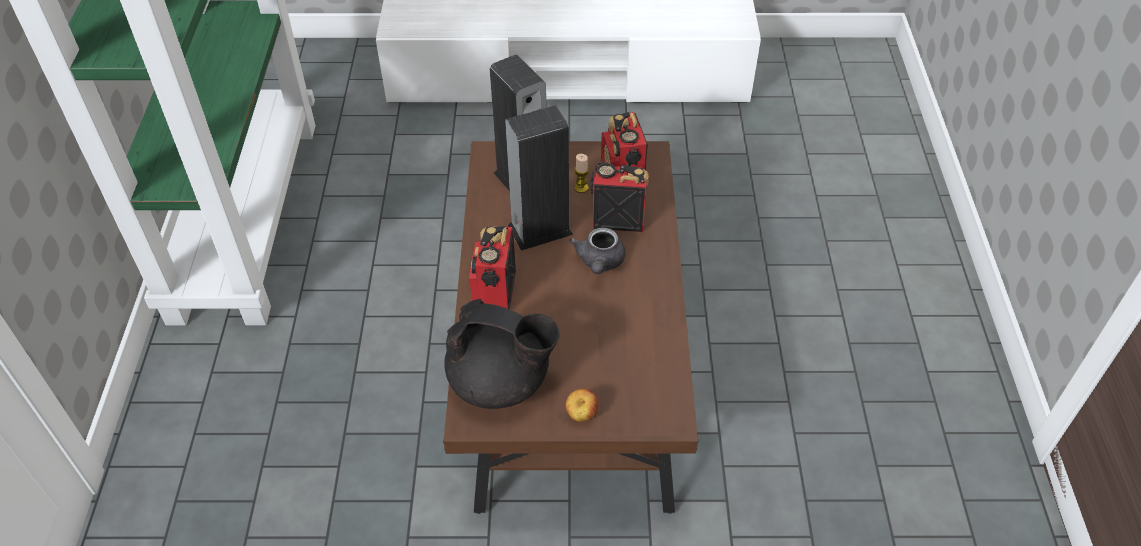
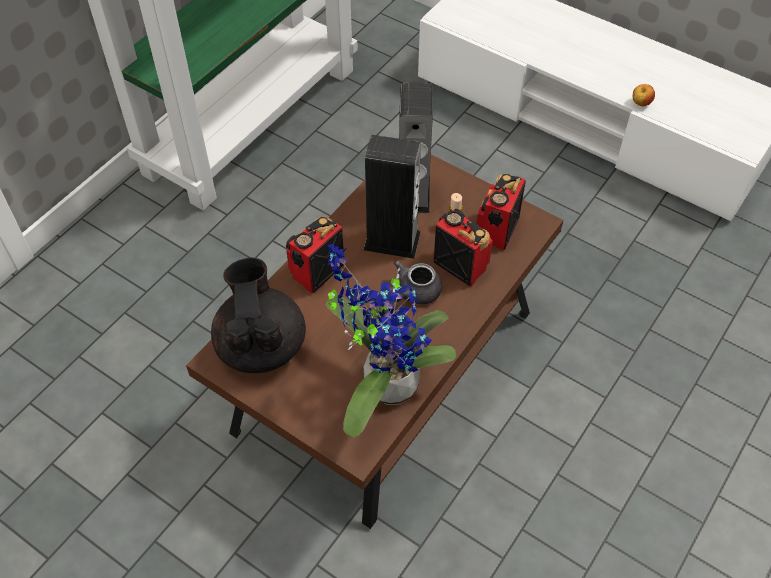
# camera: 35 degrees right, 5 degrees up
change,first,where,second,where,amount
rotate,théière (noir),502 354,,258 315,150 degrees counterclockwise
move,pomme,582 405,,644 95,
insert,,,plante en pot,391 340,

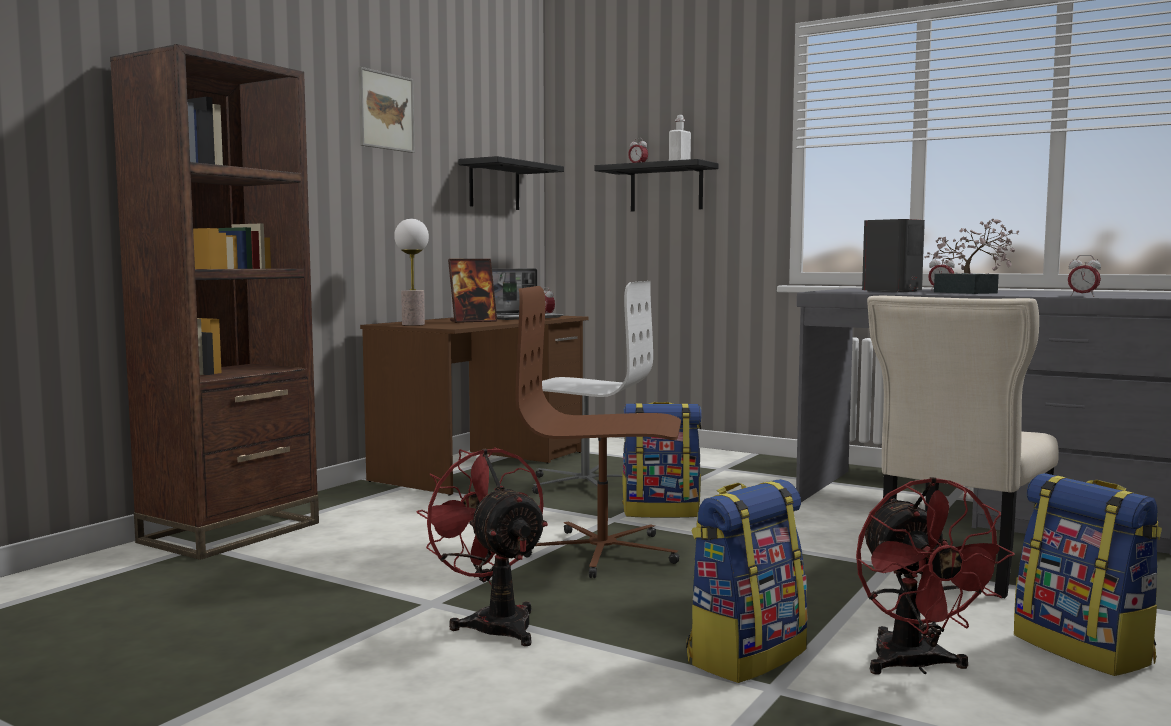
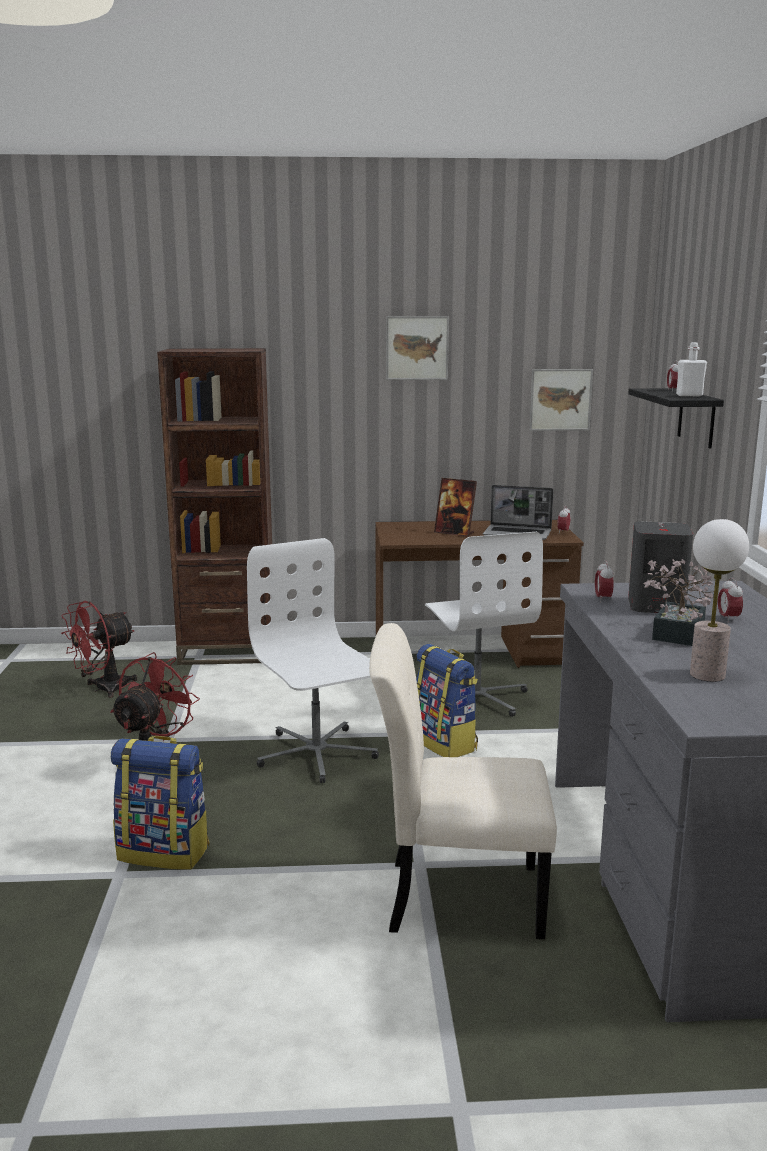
# camera: 55 degrees right, 10 degrees up
change,first,where,second,where,amount
move,lampe de table,411 272,,719 600,
replace,étagère (noir),511 183,tableau,561 400,
recolor,chaise de bureau (marron),598 432,chaise de bureau (blanc),313 660,
move,ventilateur (rouge),935 576,,99 649,
delete,sac à dos,1088 574,,,
move,réveil,1084 276,,604 581,

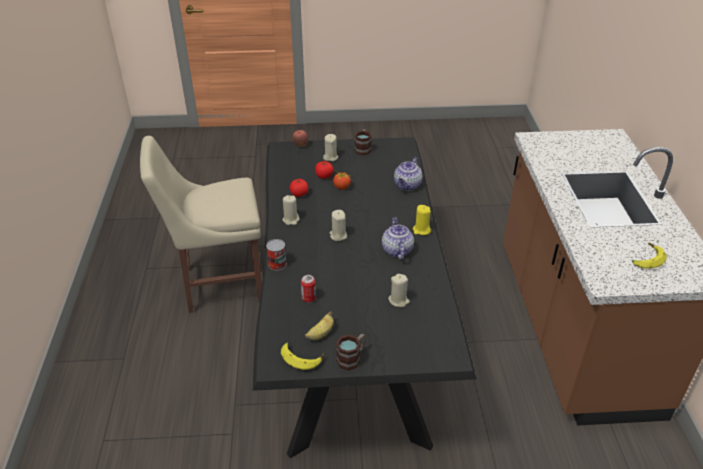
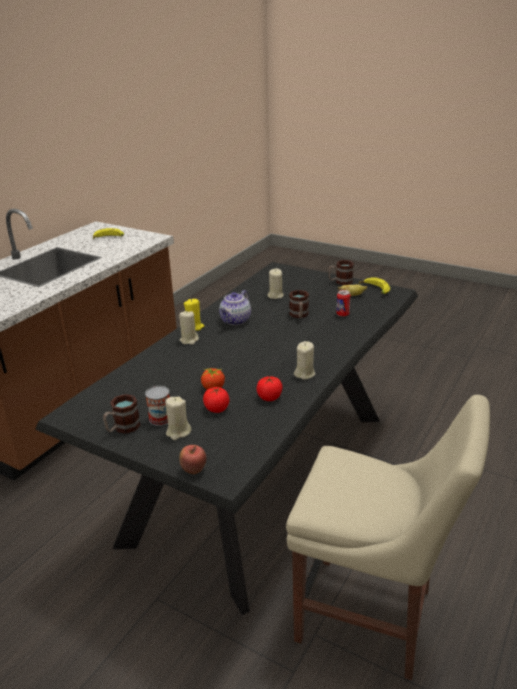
# camera: 145 degrees left, 10 degrees down
change,first,where,second,where,amount
move,boîte métallique,276 255,,157 406,
move,bougie (beige),338 225,,189 328,
delete,théière,408 174,,,
insert,,,mug,299 304,

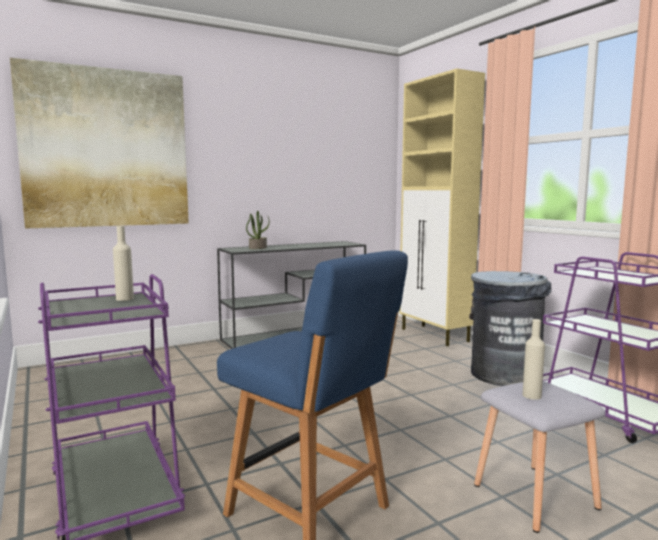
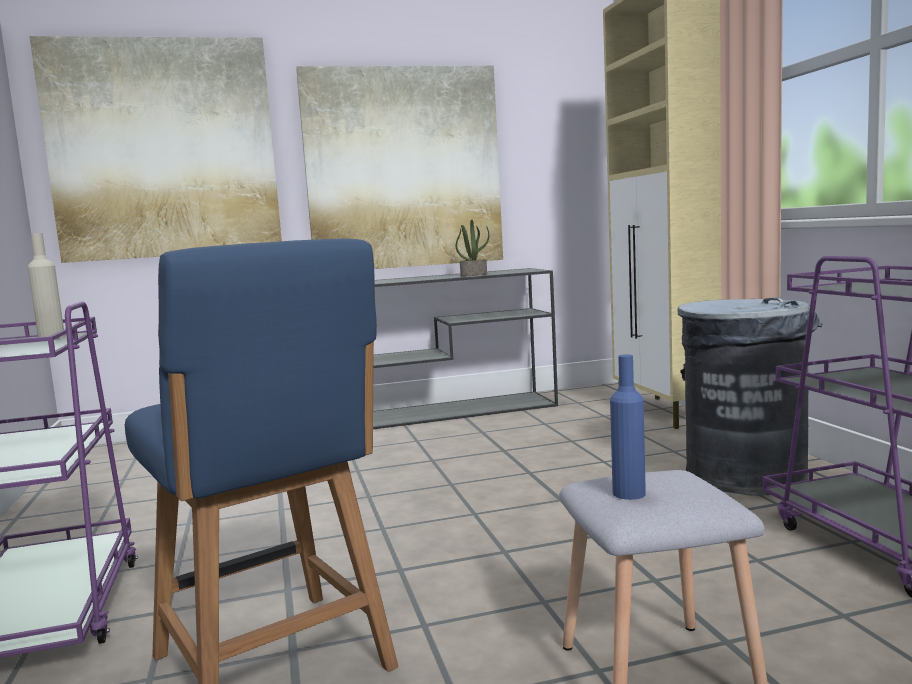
# camera: 15 degrees right, 0 degrees up
change,first,where,second,where,amount
move,plante en pot,258 230,,473 248,
recolor,bouteille (beige),533 359,bouteille (bleu),628 427,
insert,,,tableau,399 167,

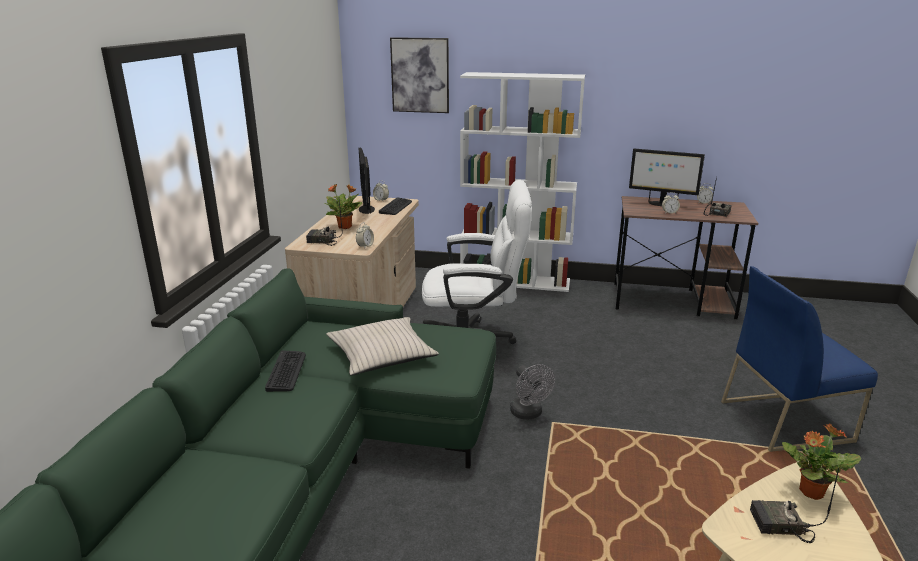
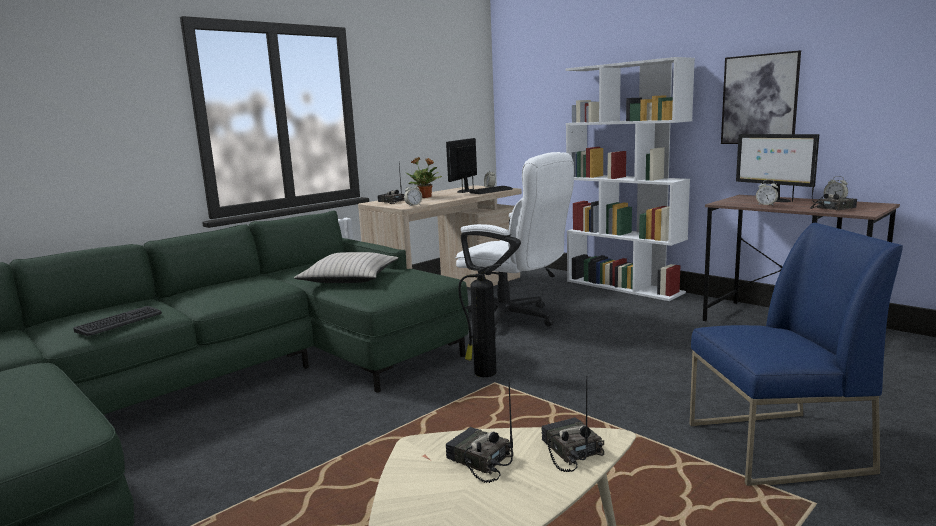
# camera: 35 degrees right, 10 degrees down
change,first,where,second,where,amount
move,clavier,285 371,,117 321,
move,tableau,419 75,,761 97,
replace,ventilateur (gris),532 392,extincteur,480 320,
rotate,chaise (bleu),799 359,,796 354,150 degrees clockwise
replace,plante en pot,821 461,radio,572 424,

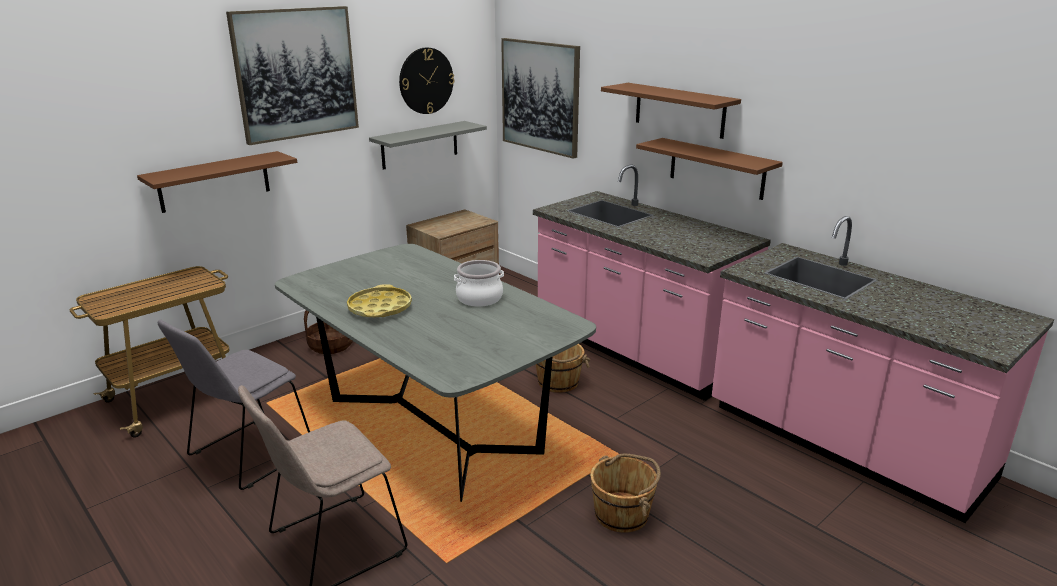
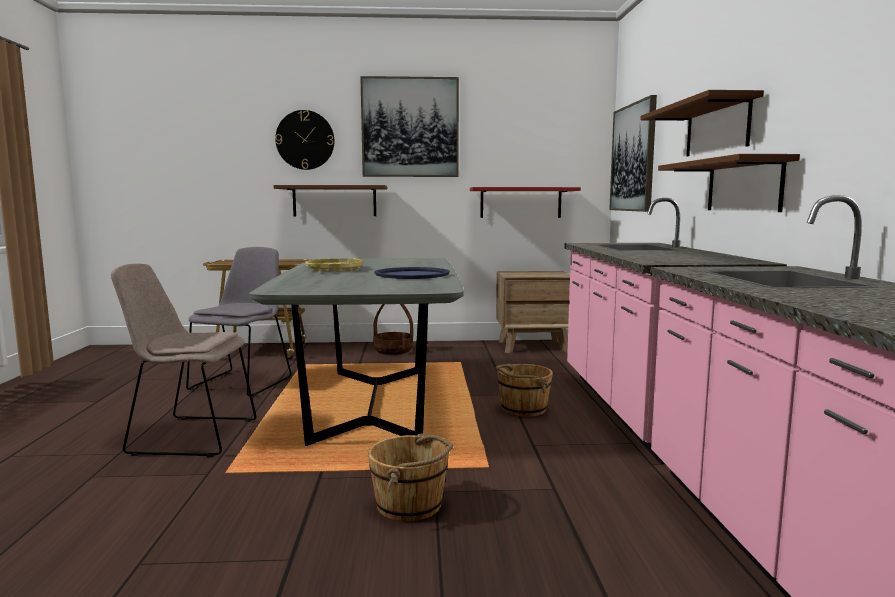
# camera: 40 degrees right, 15 degrees down
change,first,where,second,where,amount
rotate,chaise (gris),234 405,,238 322,120 degrees clockwise
recolor,étagère (gris),428 145,étagère (rouge),525 202,
move,horloge murale,426 80,,304 140,
replace,marmite,479 283,plateau (bleu),412 273,

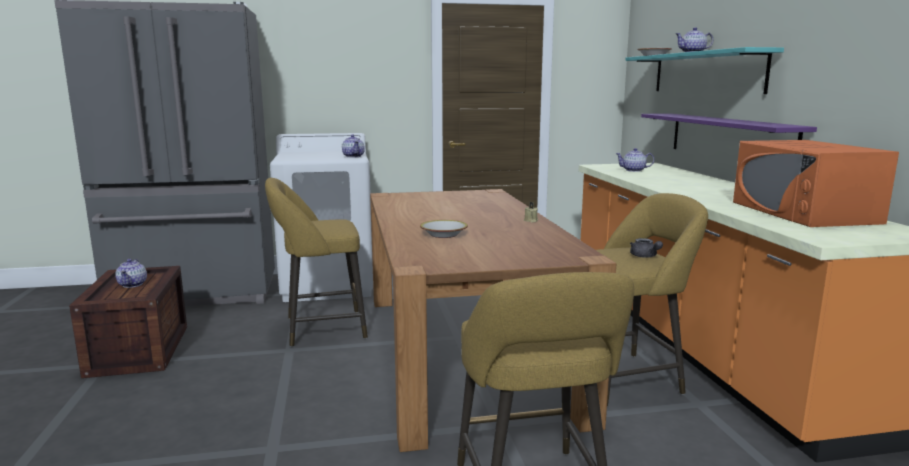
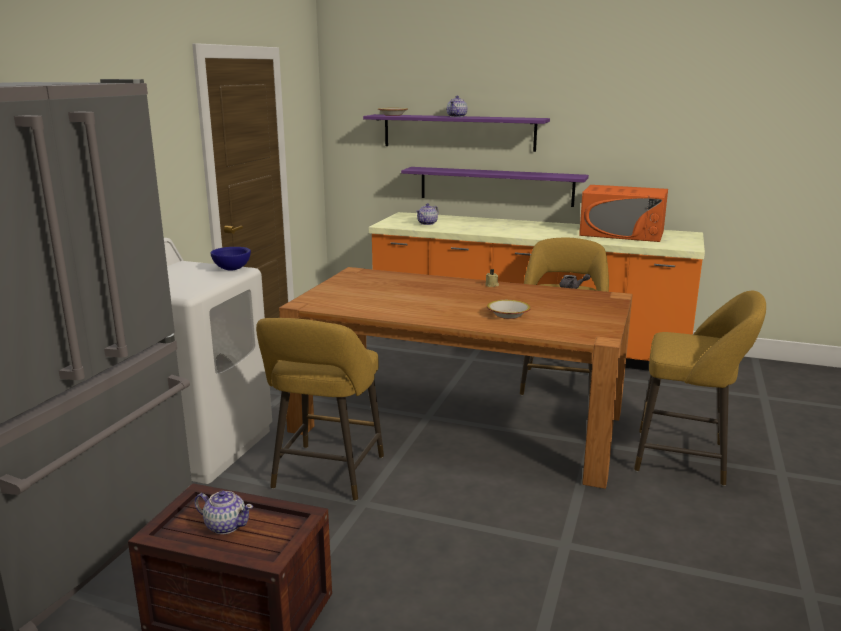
# camera: 60 degrees left, 5 degrees up
change,first,where,second,where,amount
replace,théière,353 145,bol (bleu),230 258,
recolor,étagère (turquoise),704 70,étagère (violet),456 133,

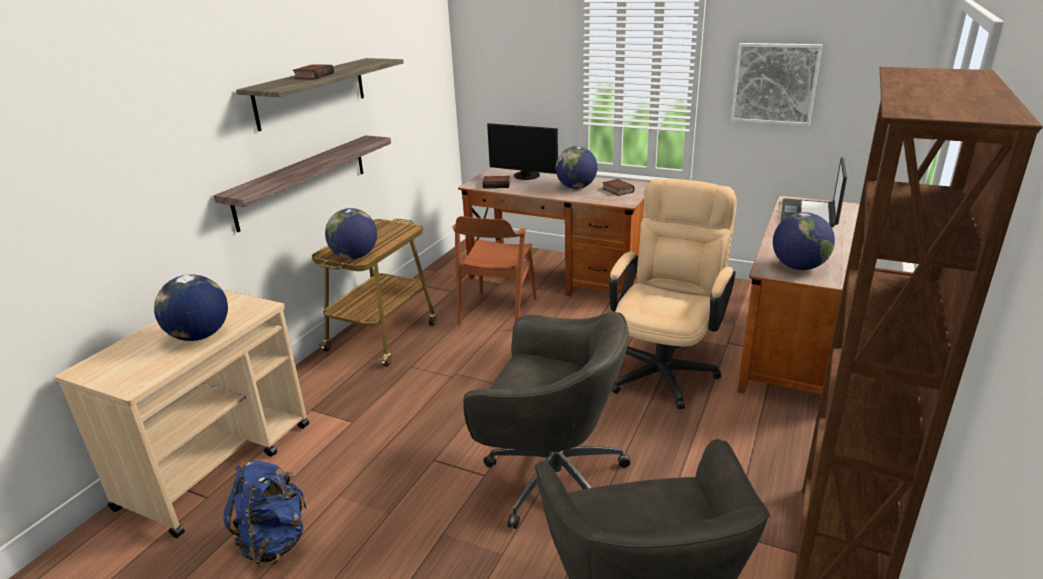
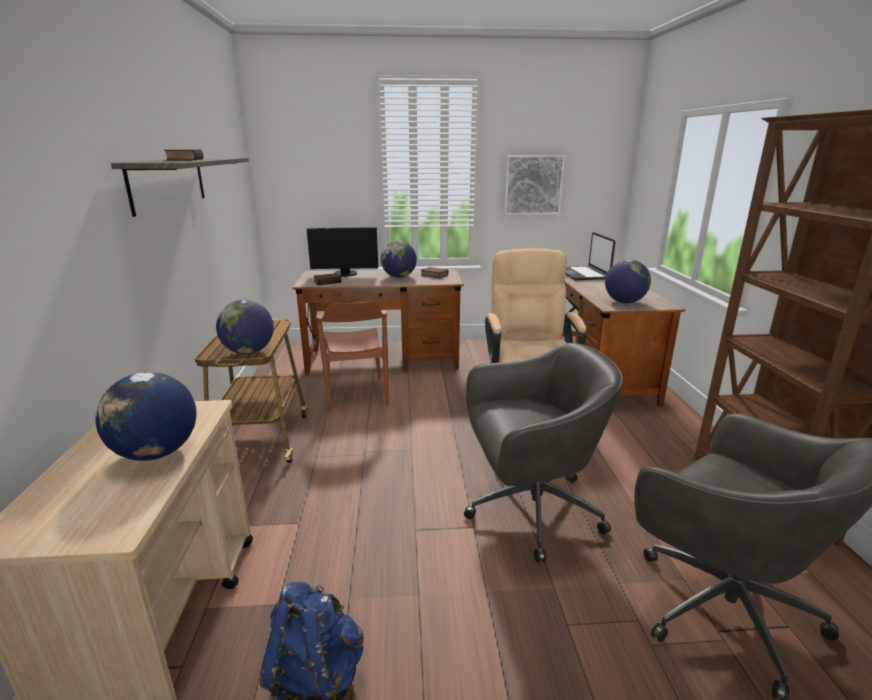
# camera: 30 degrees left, 5 degrees down
change,first,where,second,where,amount
delete,étagère,302 183,,,

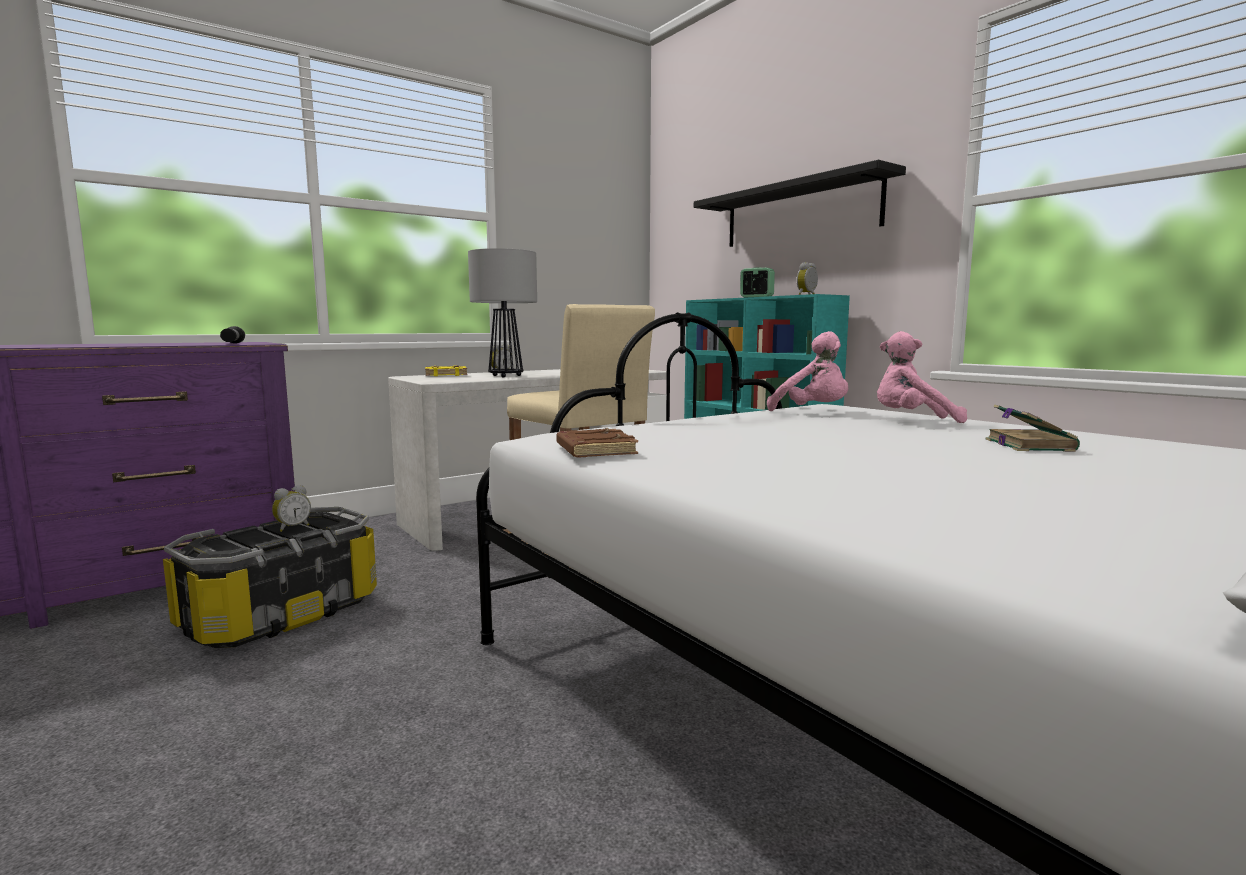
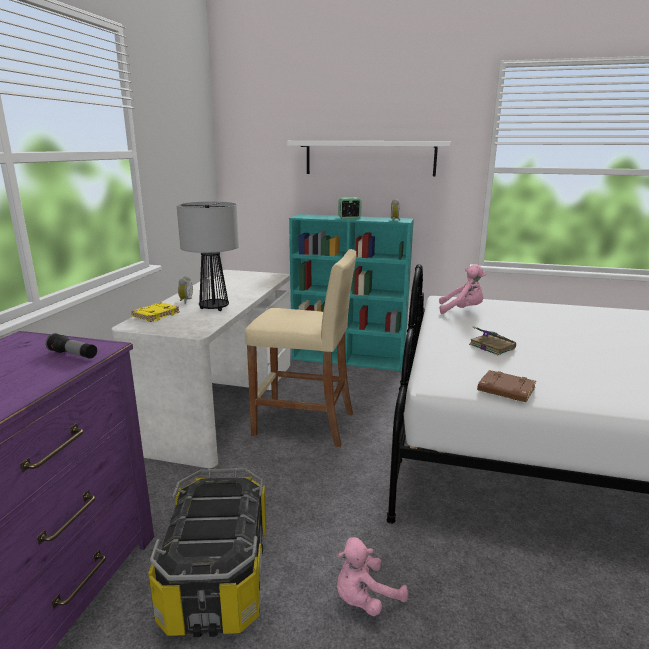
# camera: 40 degrees left, 10 degrees up
change,first,where,second,where,amount
delete,réveil,291 508,,,
recolor,étagère (noir),800 203,étagère (blanc),369 158,
move,peluche (rose),922 377,,372 576,
move,livre,1033 428,,492 340,

